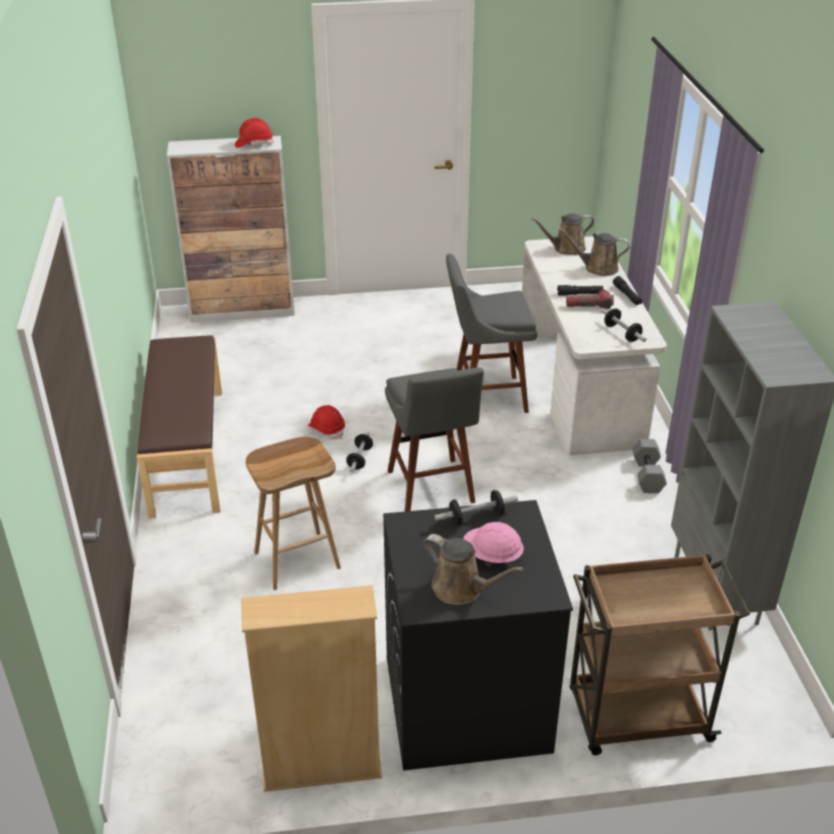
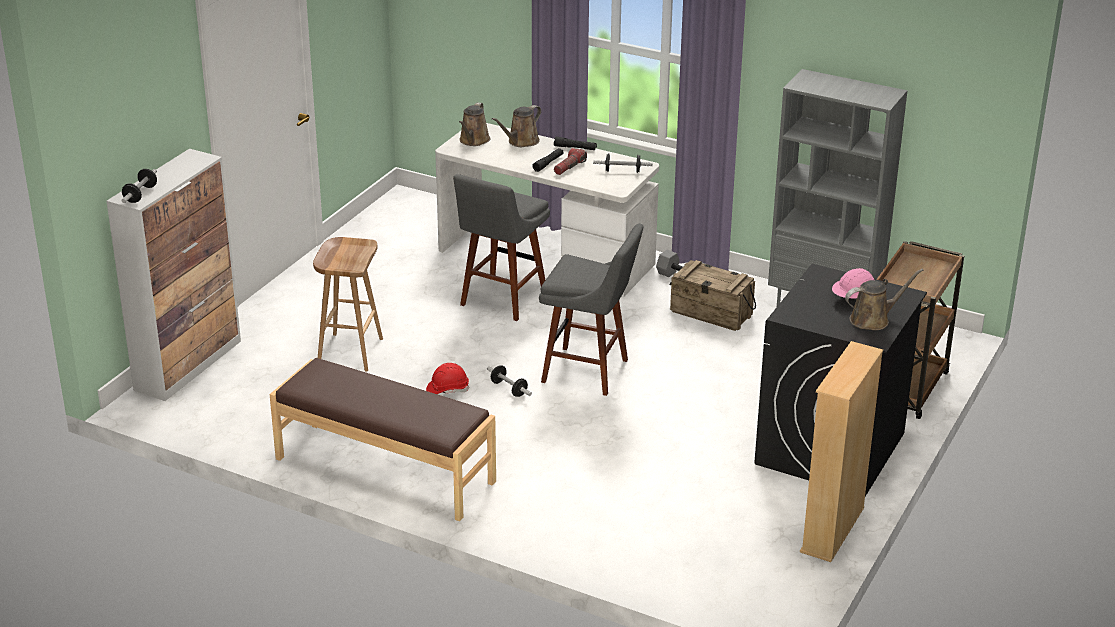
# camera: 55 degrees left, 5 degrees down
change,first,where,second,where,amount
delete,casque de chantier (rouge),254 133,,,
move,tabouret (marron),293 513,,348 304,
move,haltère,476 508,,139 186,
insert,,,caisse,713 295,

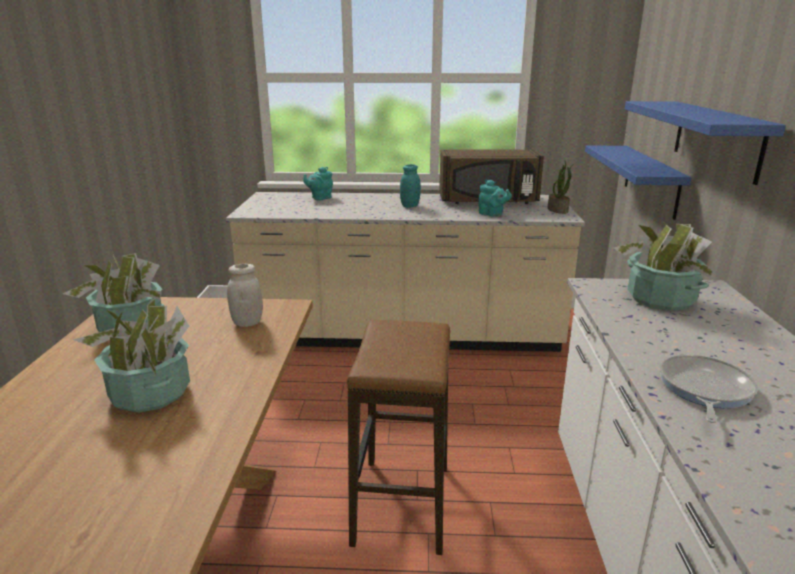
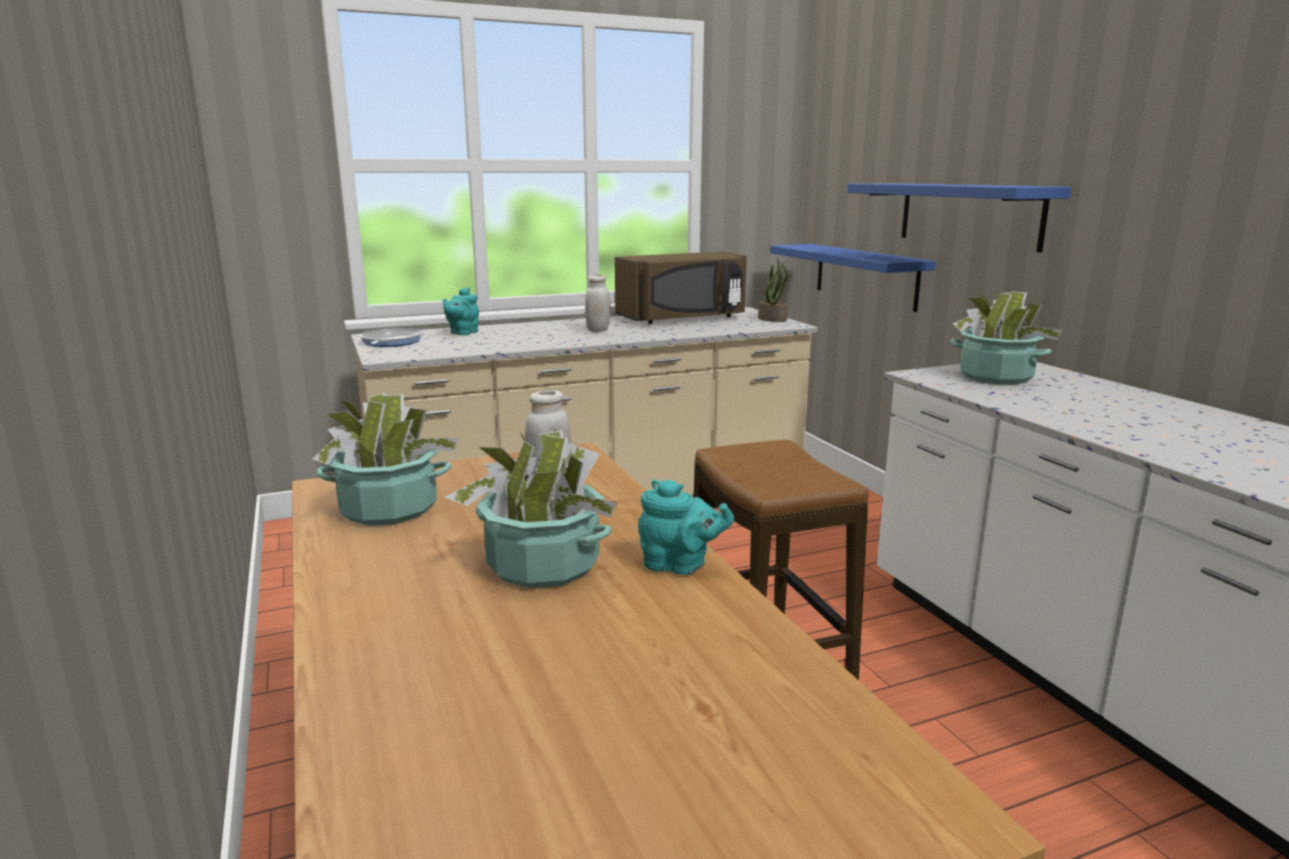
# camera: 25 degrees left, 5 degrees down
change,first,where,second,where,amount
recolor,bocal (turquoise),410 186,bocal (blanc),598 303,
move,théière (turquoise),495 197,,686 527,
move,poêle,708 388,,391 337,

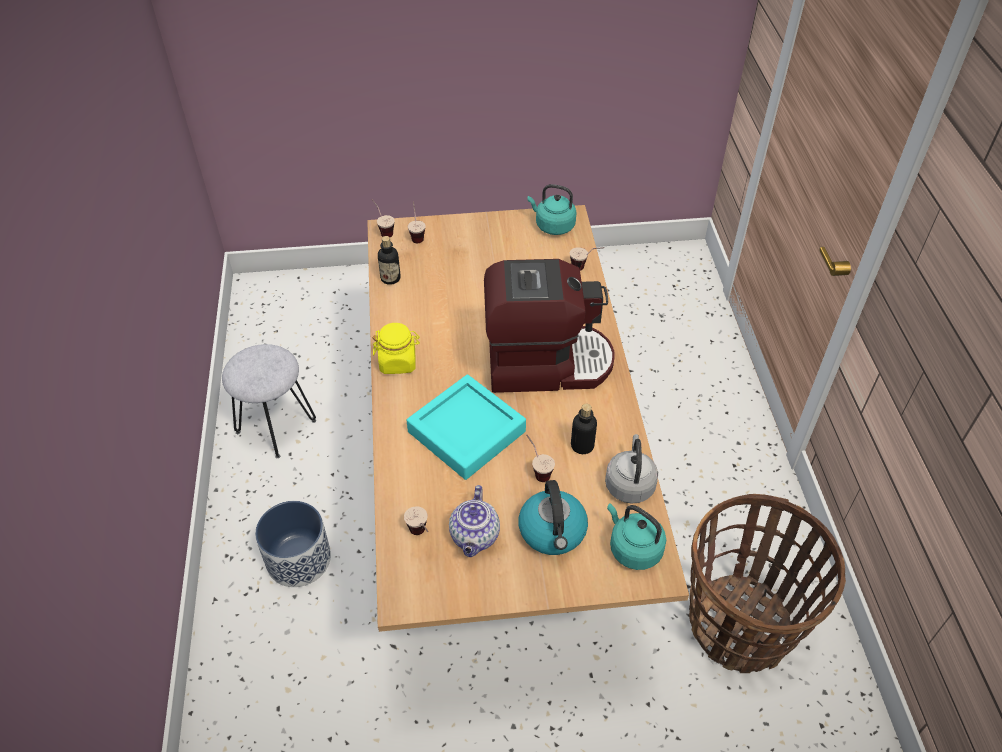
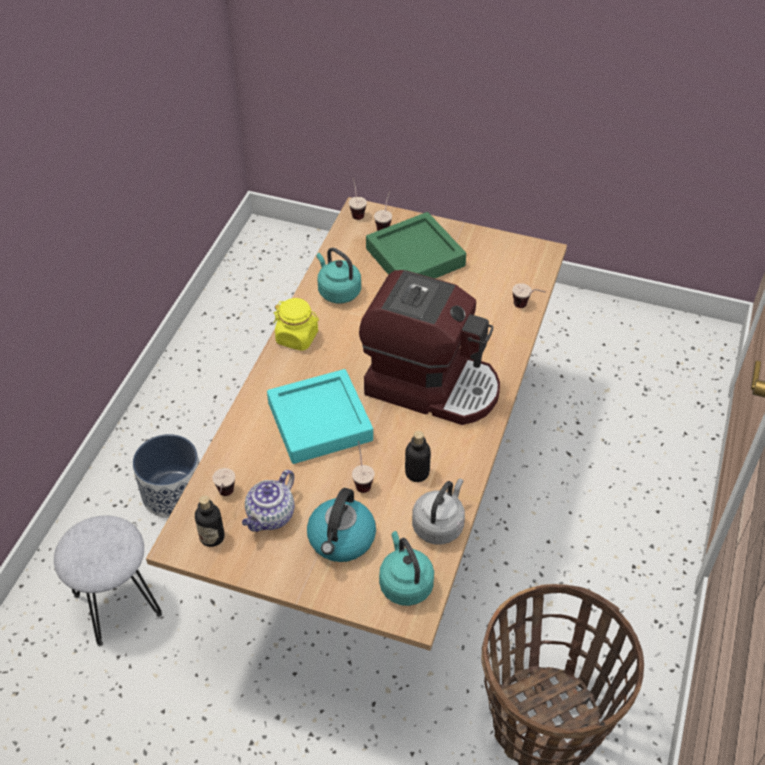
# camera: 25 degrees right, 0 degrees up
change,first,where,second,where,amount
move,tabouret (gris),269 401,,108 580,
move,bouteille,389 260,,210 521,
move,bouilloire (turquoise),552 209,,339 275,
insert,,,plateau (vert),416 245,

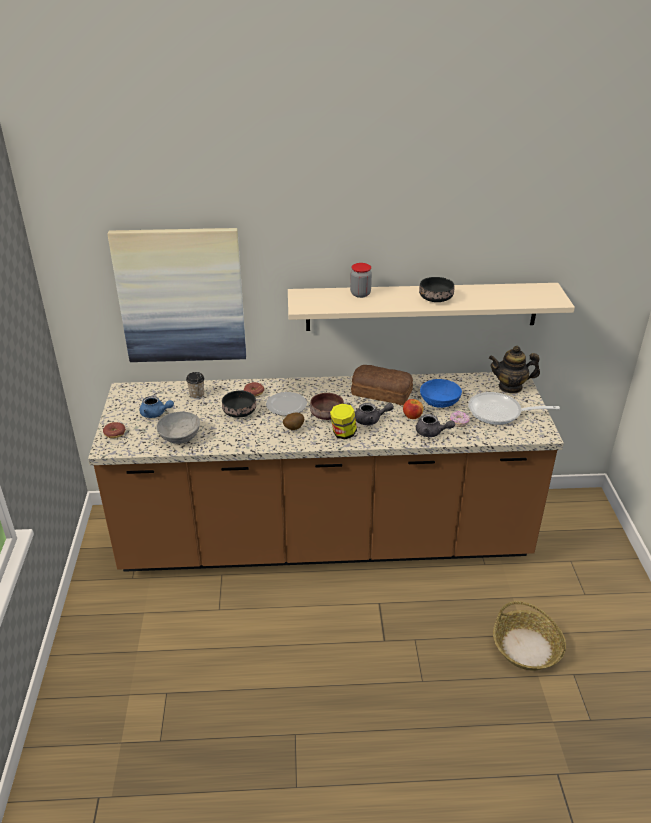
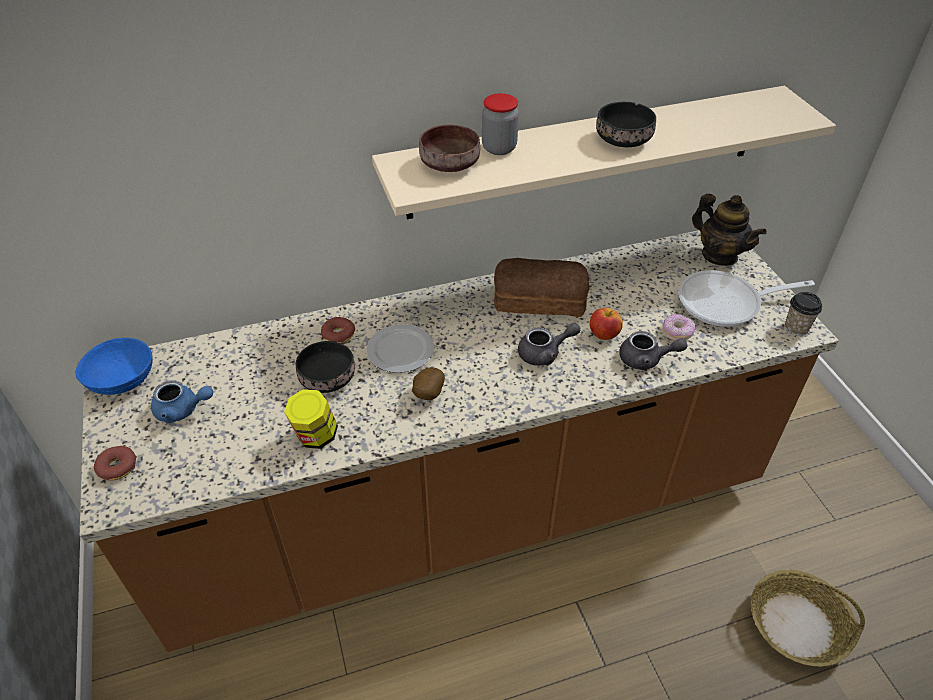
# camera: 15 degrees left, 10 degrees up
change,first,where,second,where,amount
delete,tableau,176 295,,,
delete,bol (gris),178 428,,,
move,tasse,195 385,,803 314,
move,bol (marron),327 406,,449 148,
move,bocal,343 421,,311 419,
move,bol (bleu),441 393,,114 366,
rotate,théière,514 370,,729 230,120 degrees counterclockwise

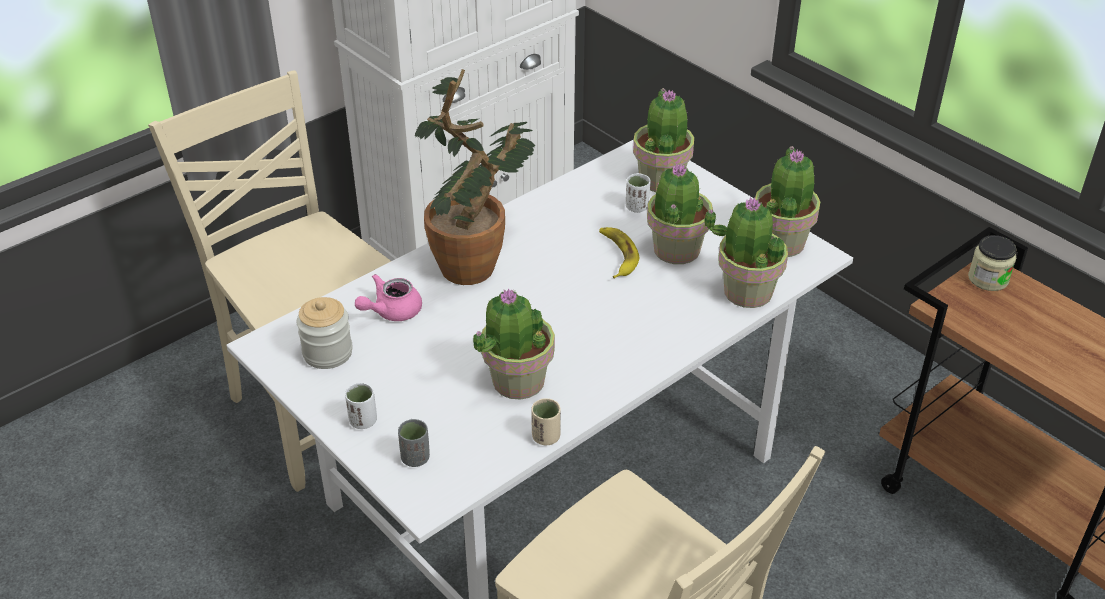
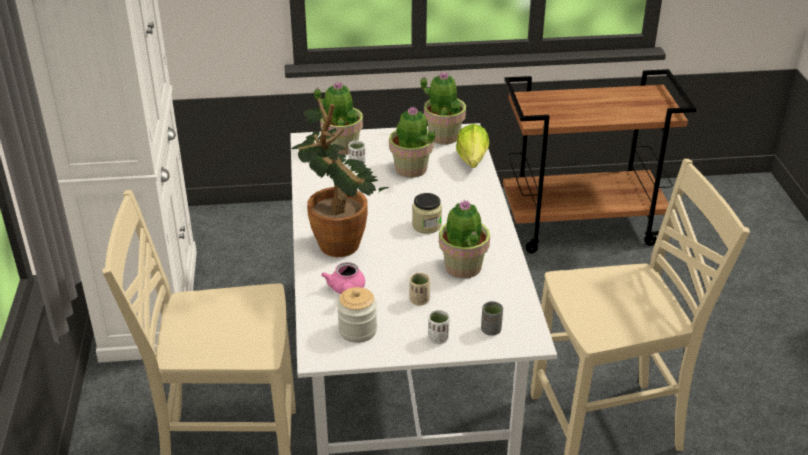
# camera: 55 degrees left, 5 degrees down
change,first,where,second,where,amount
move,tasse (beige),546 421,,420 289,
delete,banane,619 253,,,
replace,plante en pot,746 252,laitue,472 146,
move,bocal,992 263,,427 213,

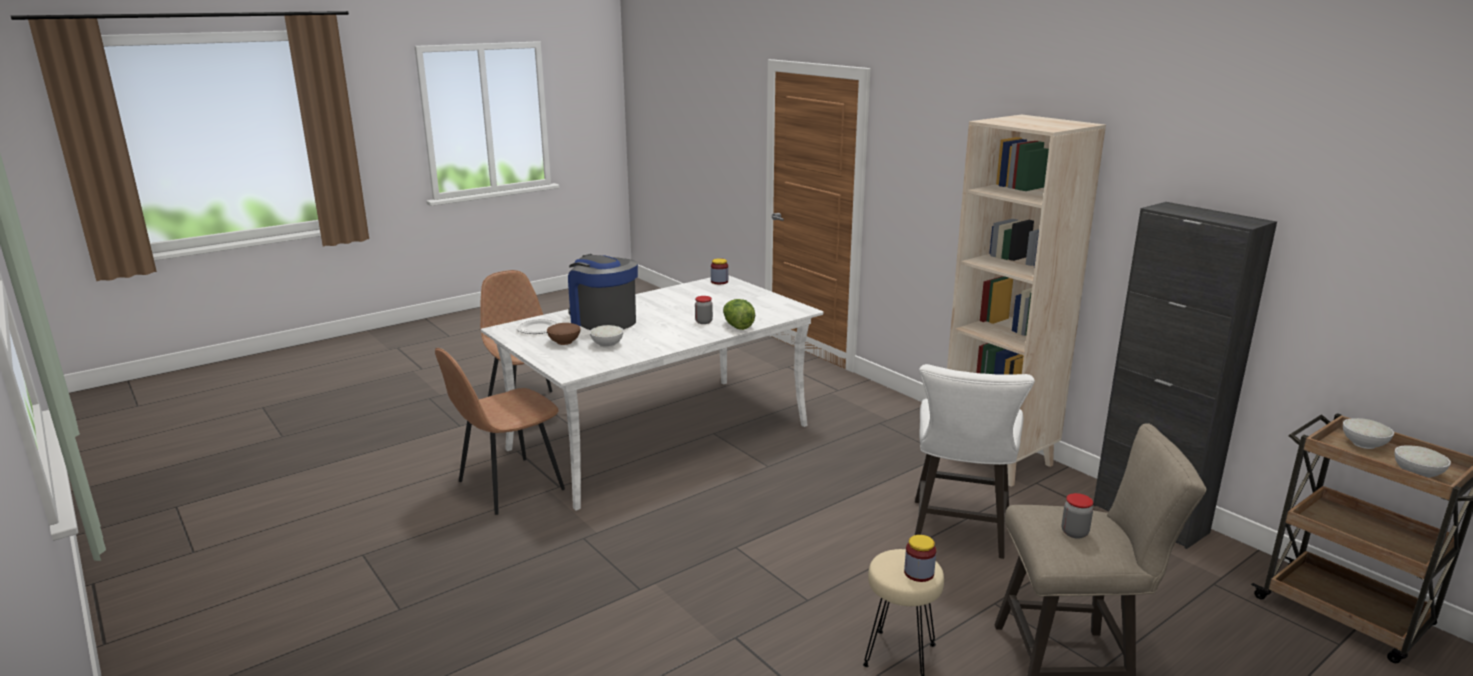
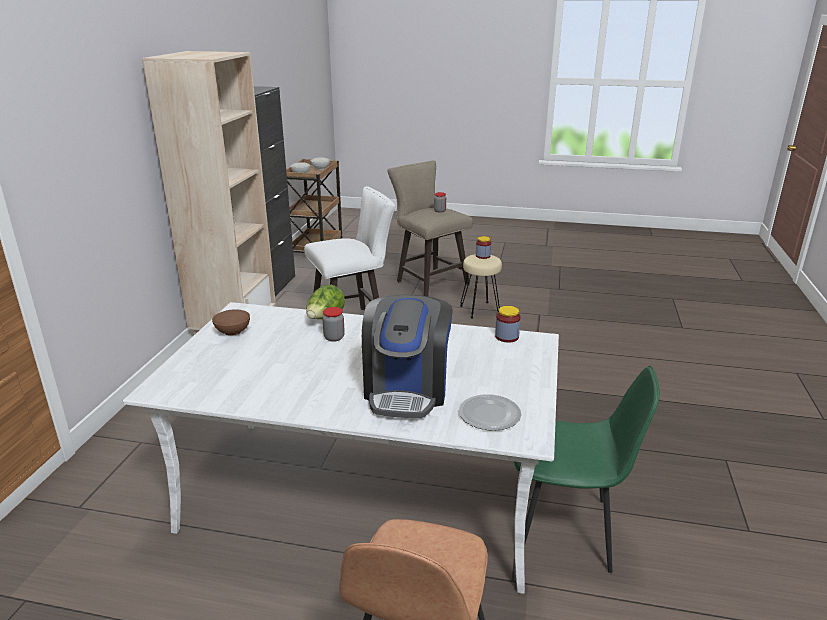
# camera: 130 degrees left, 5 degrees up
change,first,where,second,where,amount
recolor,chaise (marron),500 431,chaise (vert),587 469,
move,bol (marron),563 334,,231 322,
delete,bol (blanc),606 336,,,
move,bocal,719 271,,508 324,

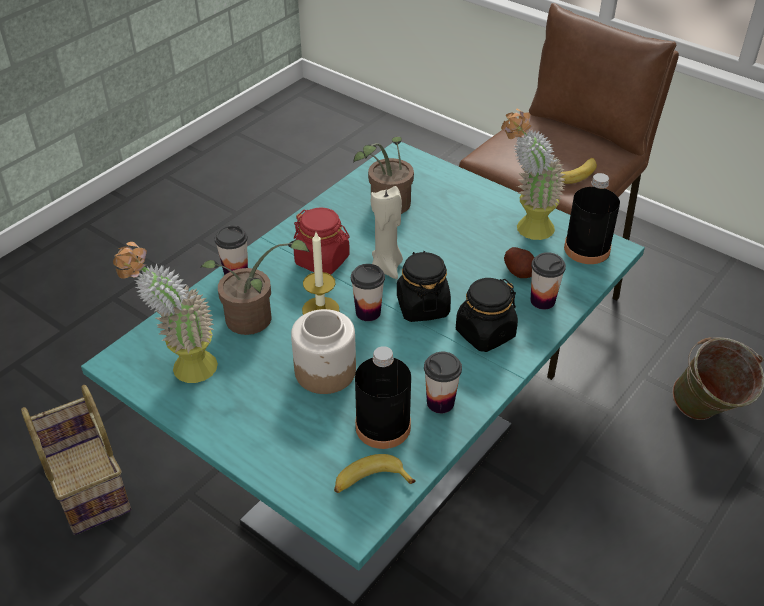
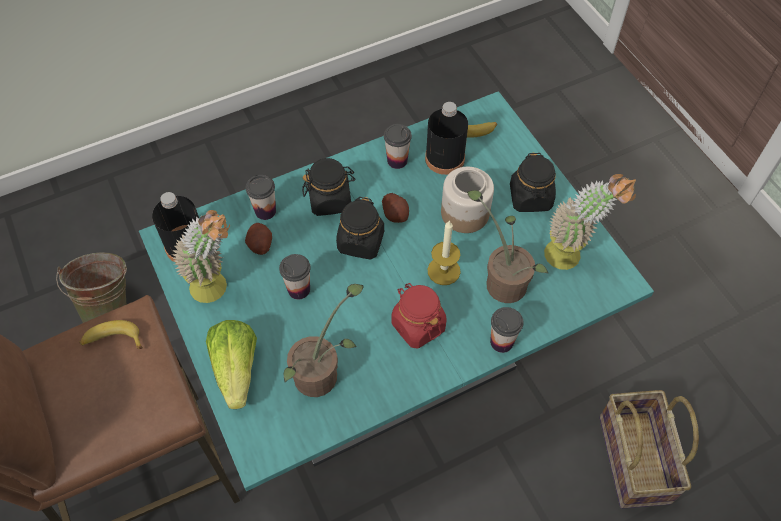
# camera: 155 degrees left, 15 degrees up
change,first,where,second,where,amount
move,tasse,368 292,,295 277,
delete,bougie (beige),387 232,,,
insert,,,laitue,231 364,
insert,,,pomme de terre,395 208,
insert,,,bocal (noir),533 182,

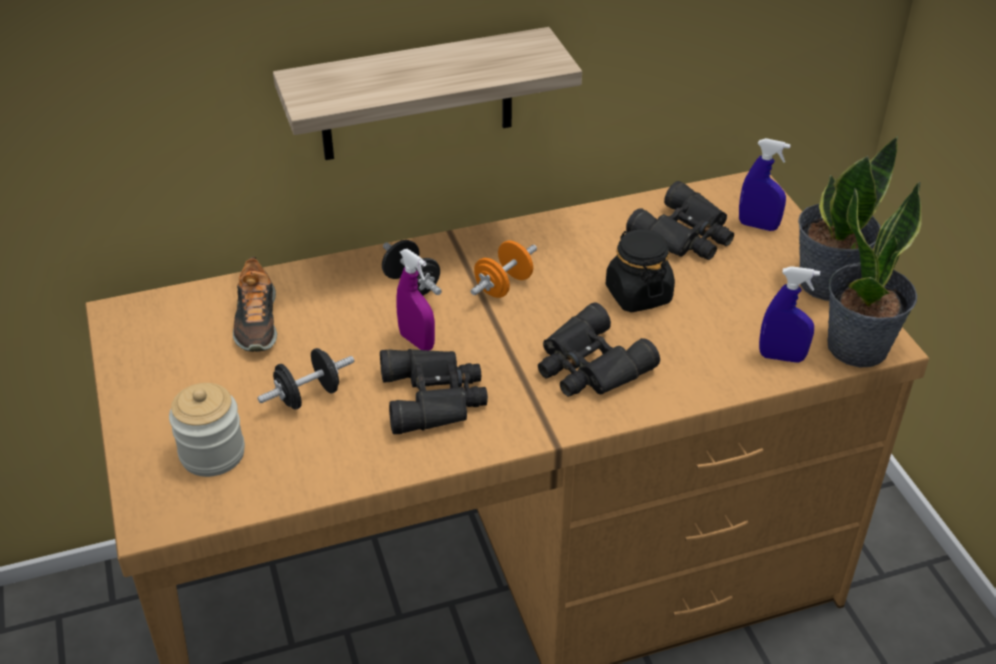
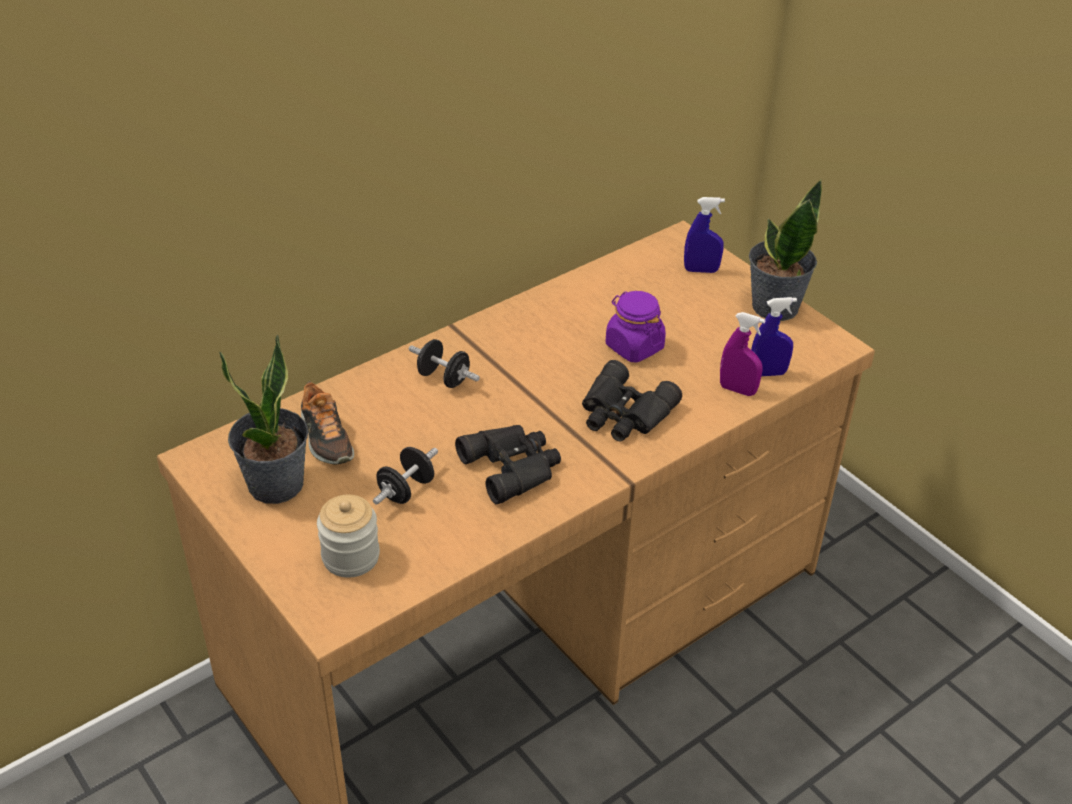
# camera: 20 degrees left, 0 degrees up
change,first,where,second,where,amount
delete,étagère,427 93,,,
move,vaporisateur (violet),415 299,,743 354,
delete,haltère (orange),504 269,,,
recolor,bocal (noir),640 270,bocal (violet),636 327,
delete,jumelles (noir),680 220,,,
move,plante en pot,875 274,,264 419,

